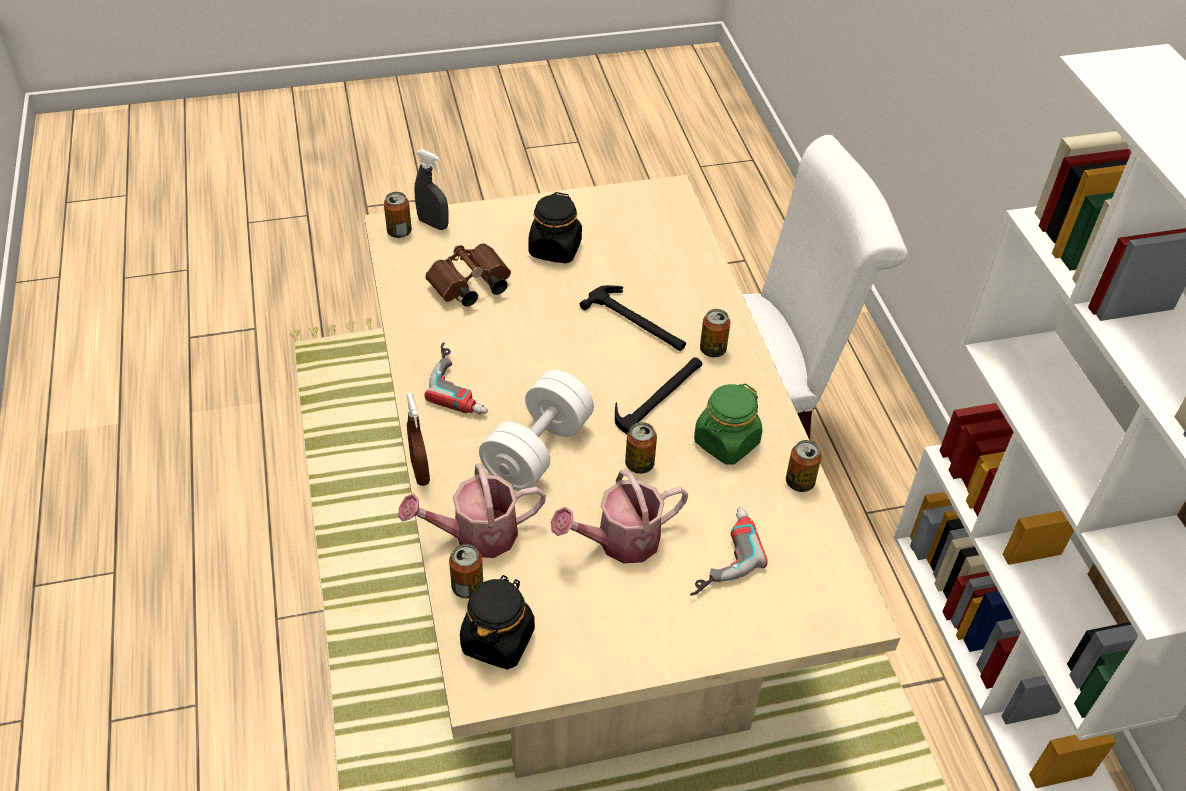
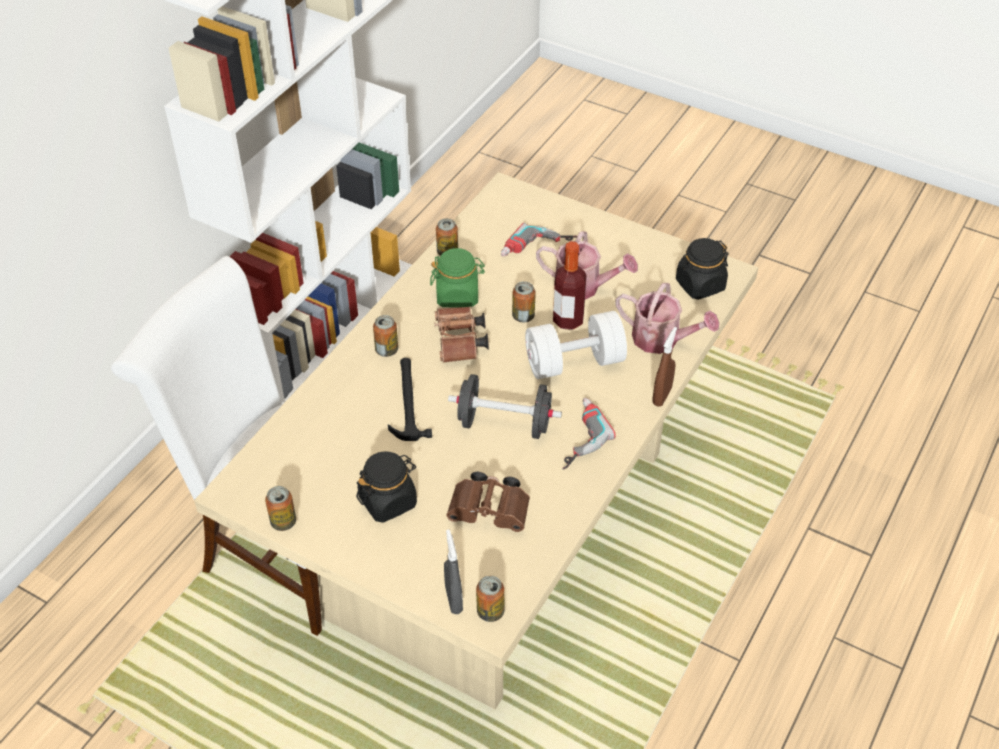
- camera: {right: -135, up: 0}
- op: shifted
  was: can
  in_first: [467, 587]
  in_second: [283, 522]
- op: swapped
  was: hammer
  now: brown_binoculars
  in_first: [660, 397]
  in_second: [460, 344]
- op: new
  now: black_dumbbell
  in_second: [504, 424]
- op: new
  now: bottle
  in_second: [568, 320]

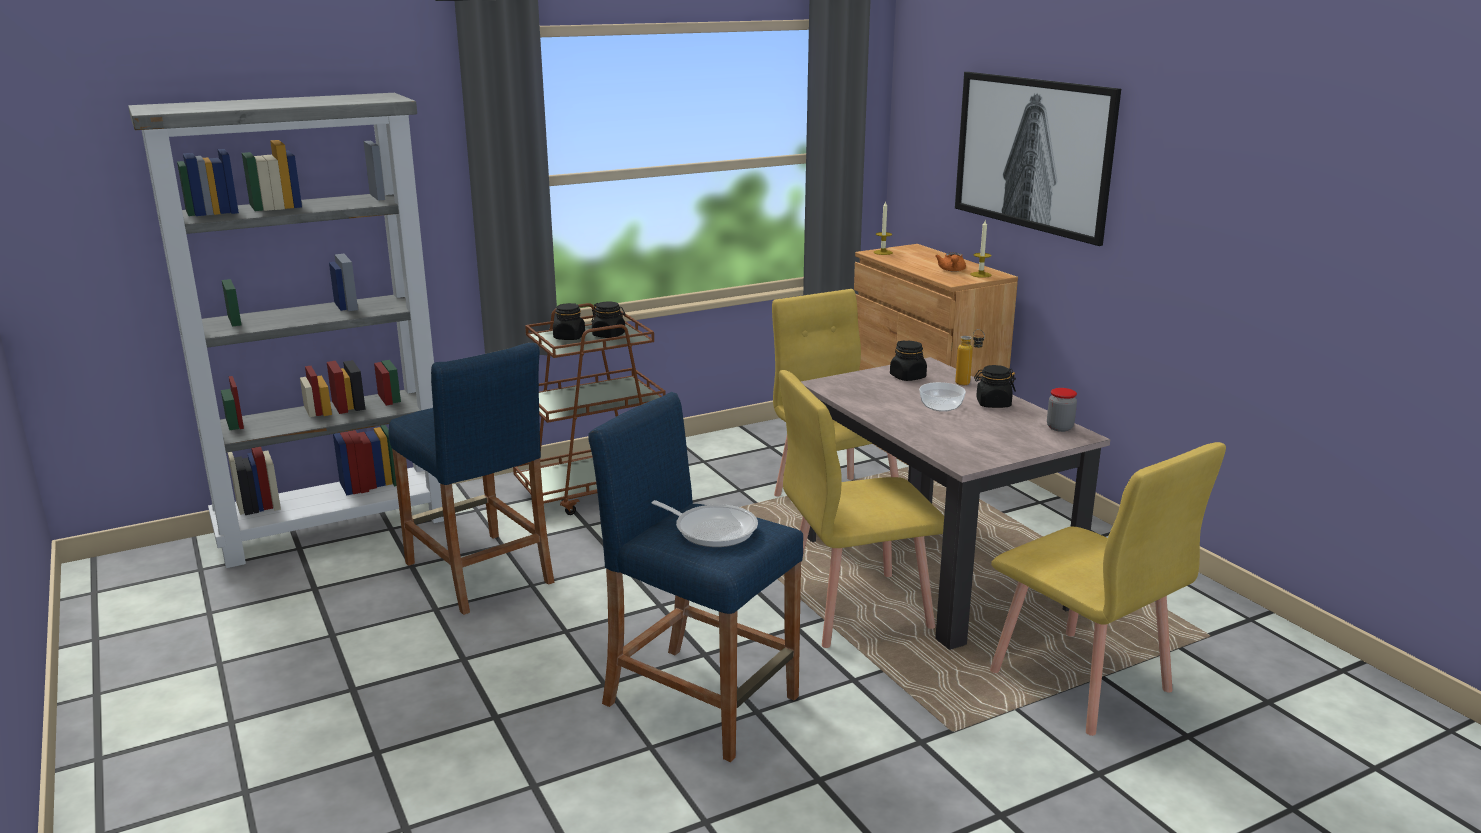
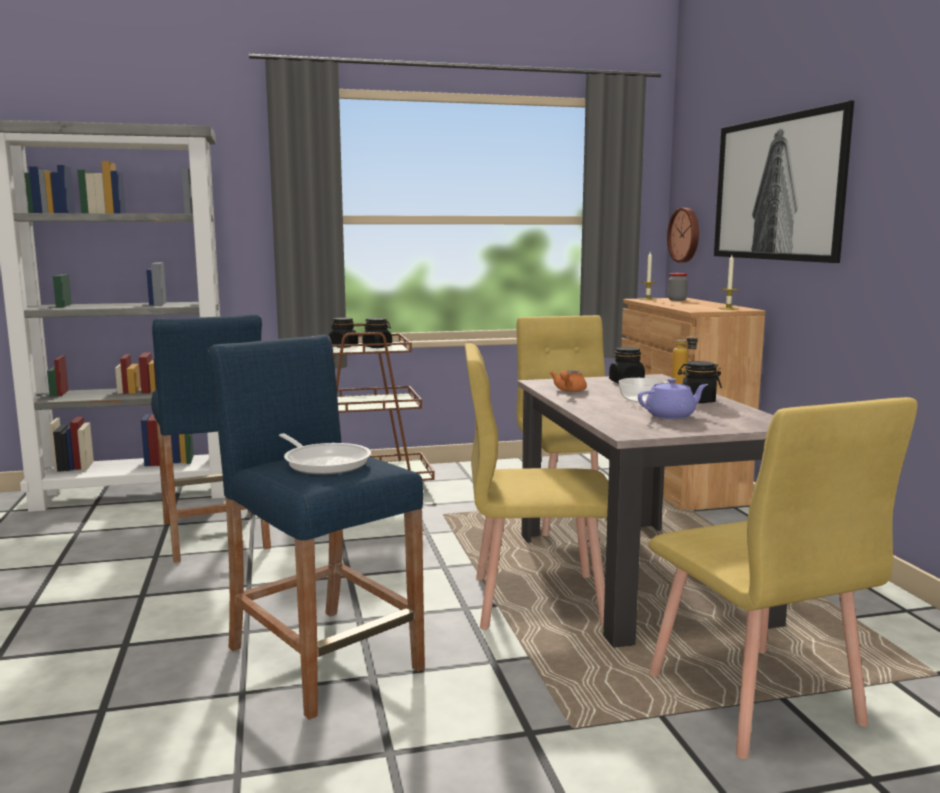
- camera: {right: 15, up: -10}
- op: shifted
  was: orange_teapot
  in_first: [952, 270]
  in_second: [569, 390]
- op: new
  now: purple_teapot
  in_second: [671, 416]
- op: new
  now: wall_clock
  in_second: [685, 235]
- op: shifted
  was: jar
  in_first: [1059, 428]
  in_second: [677, 300]

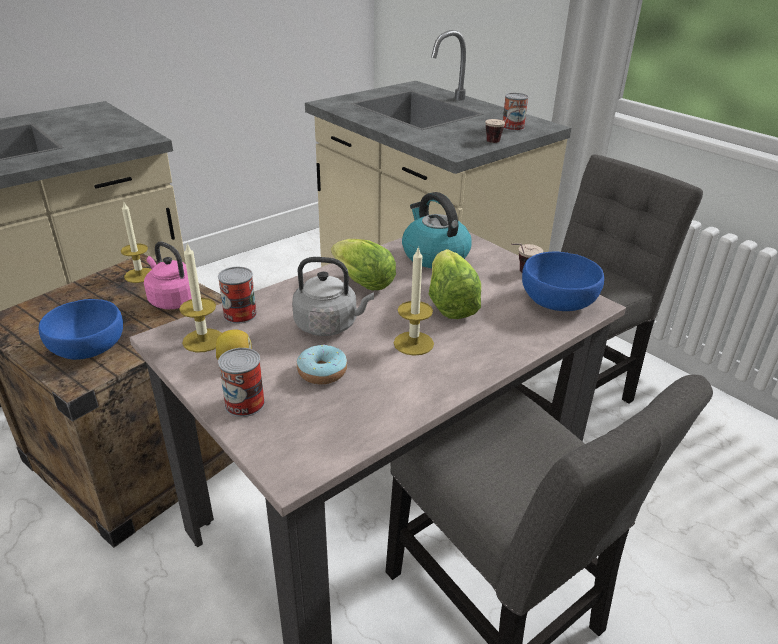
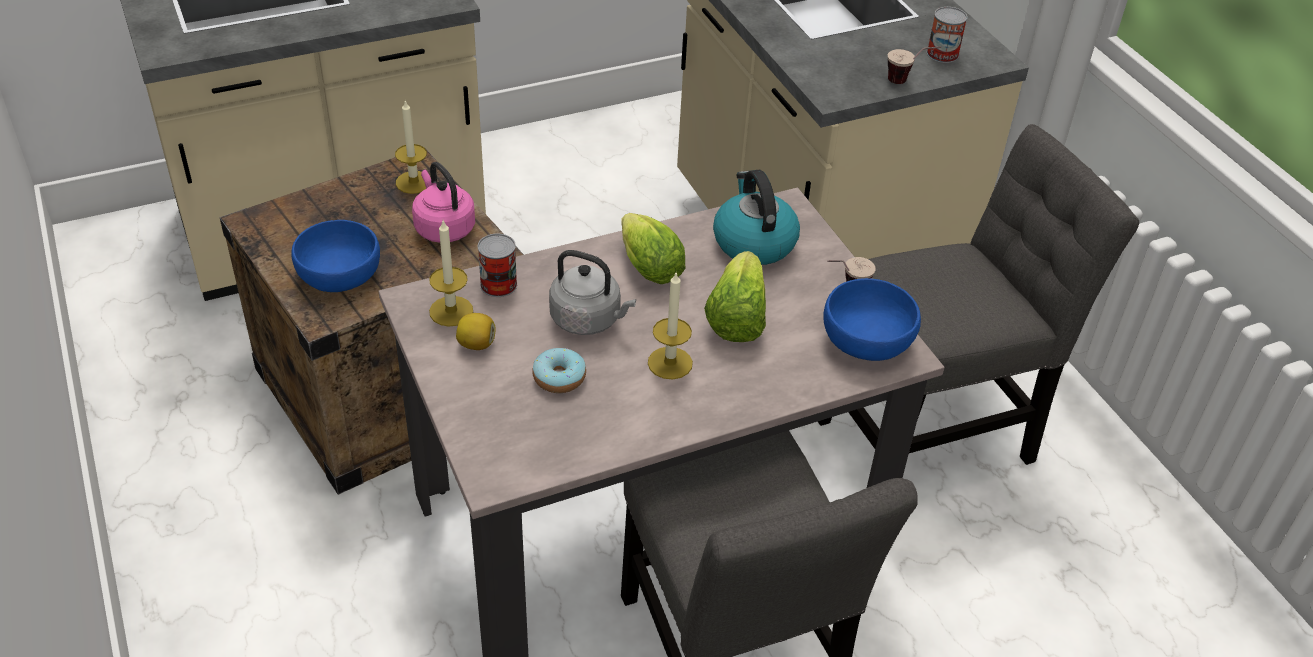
- camera: {right: 15, up: 10}
- op: gone
  was: can
  in_first: [245, 403]

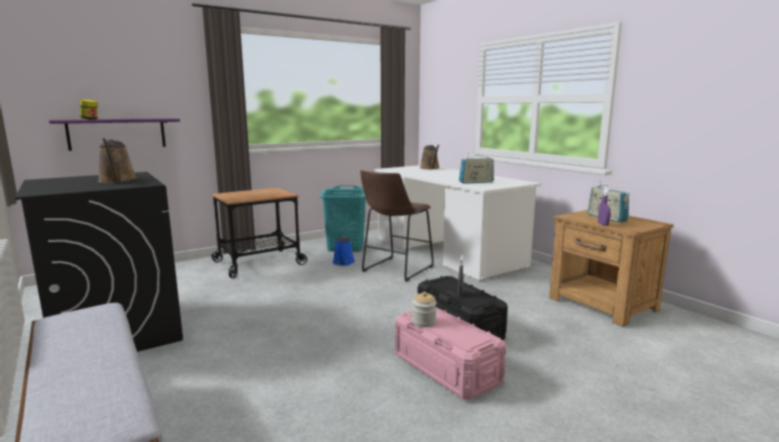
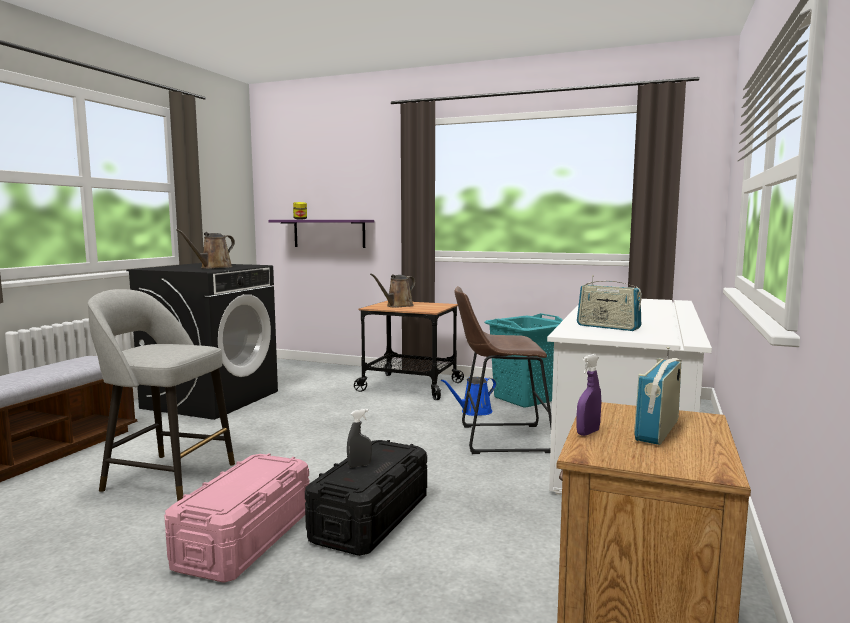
- camera: {right: 55, up: -5}
- op: new
  now: grey_stool
  in_second: [166, 476]
- op: shifted
  was: brown_watering_can
  in_first: [430, 168]
  in_second: [397, 306]
- op: gone
  was: jar
  in_first: [424, 322]

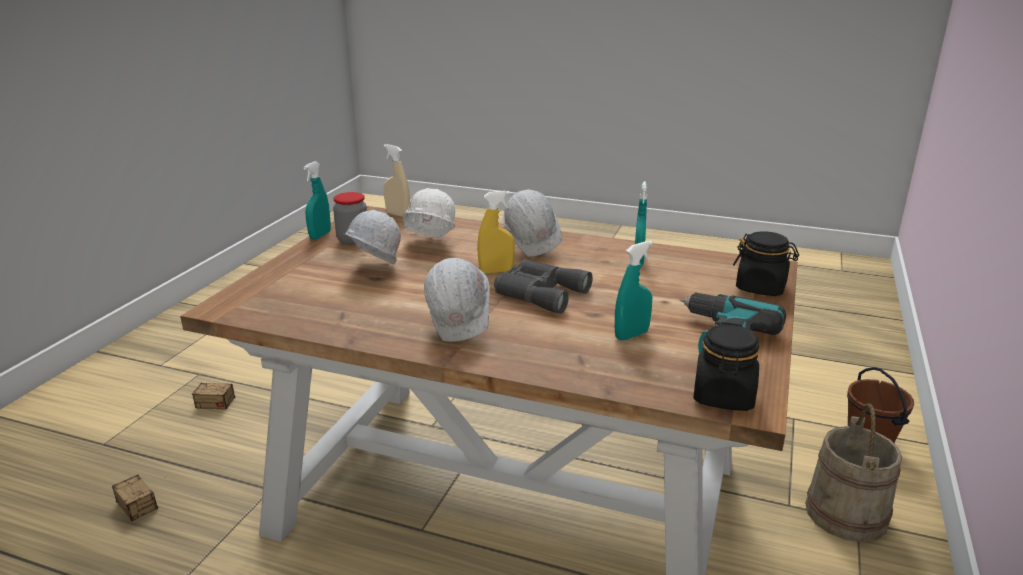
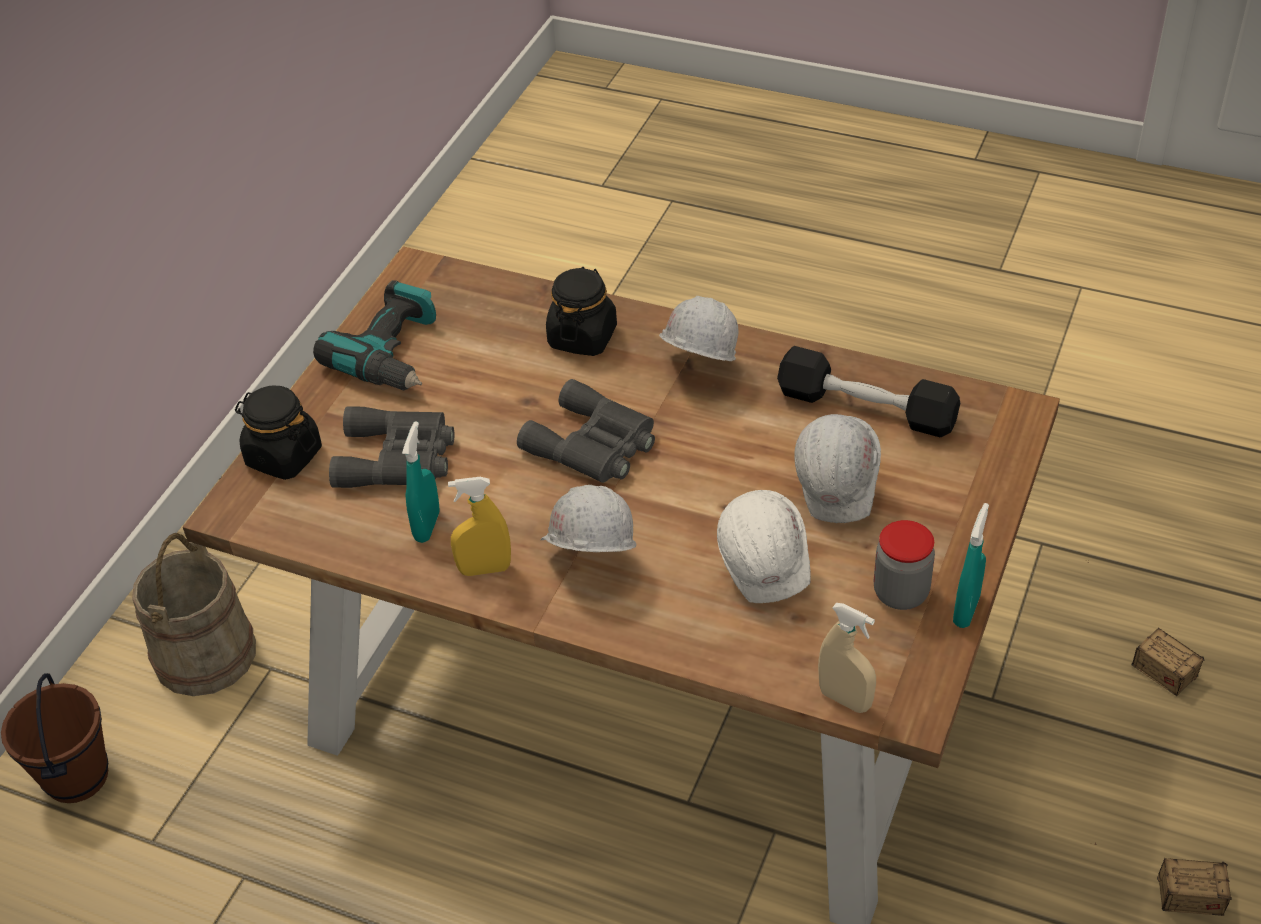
- camera: {right: -175, up: 20}
- op: new
  now: grey_binoculars
  in_second: [399, 458]
- op: shifted
  was: yellow_spray_bottle
  in_first: [496, 271]
  in_second: [484, 569]
- op: shifted
  was: black_jar
  in_first: [723, 396]
  in_second: [582, 337]
- op: new
  now: black_dumbbell
  in_second: [866, 408]
- op: gone
  was: turquoise_spray_bottle
  in_first: [631, 335]

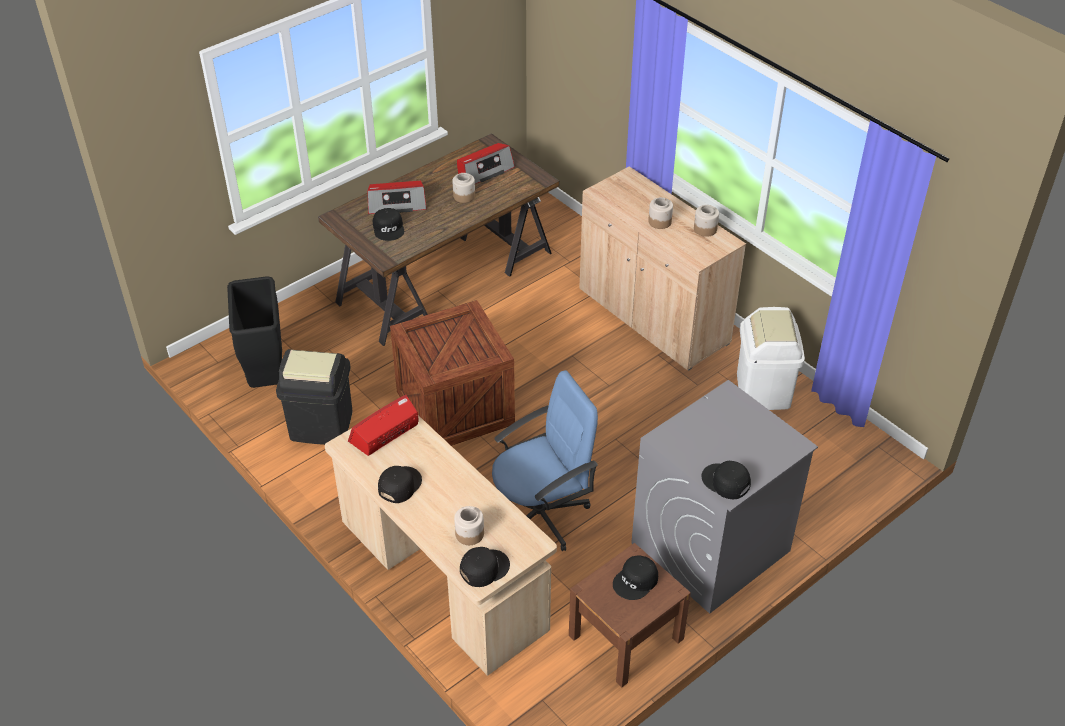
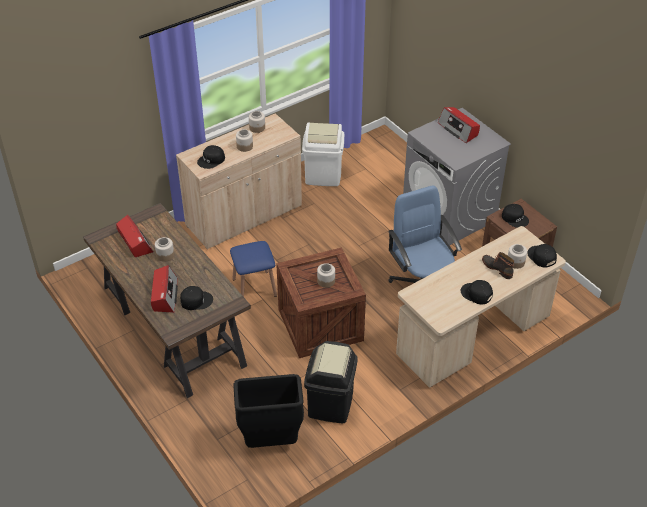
- camera: {right: -85, up: 0}
- op: shifted
  was: black_cap
  in_first: [725, 482]
  in_second: [211, 160]
- op: new
  now: blue_stool
  in_second: [254, 287]
- op: new
  now: jar
  in_second: [326, 281]
- op: shifted
  was: radio
  in_first: [385, 433]
  in_second: [458, 129]
- op: new
  now: boot
  in_second: [497, 268]

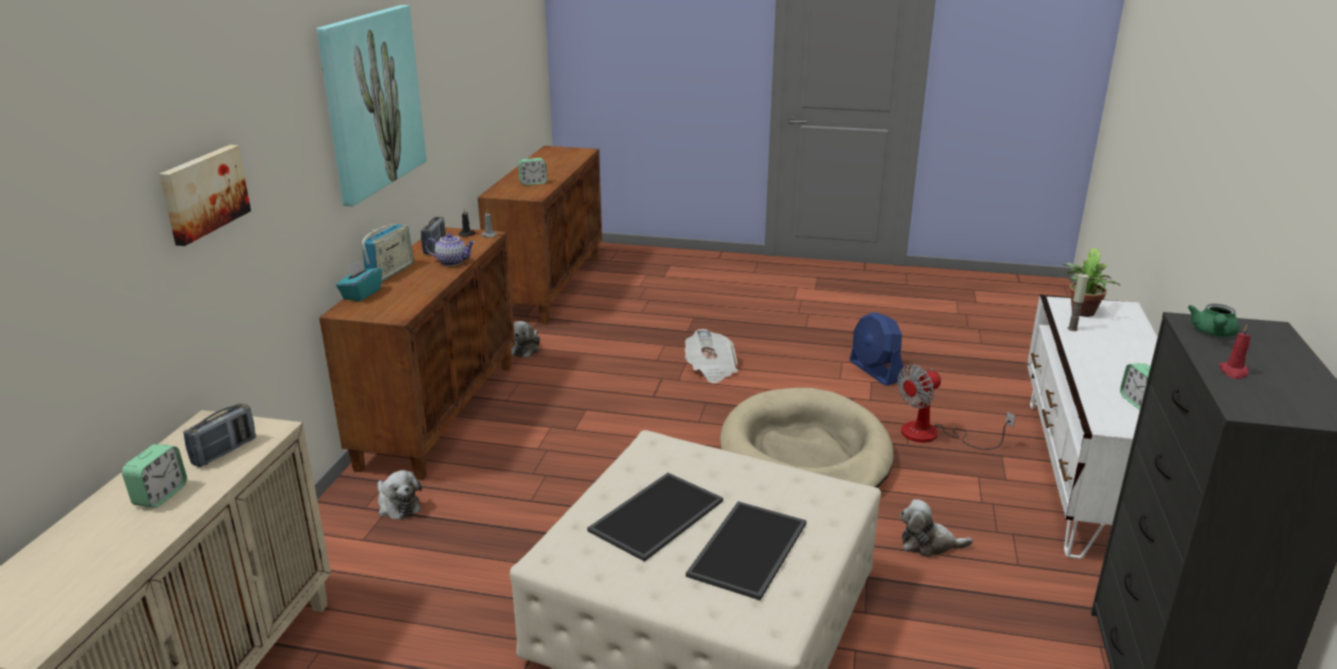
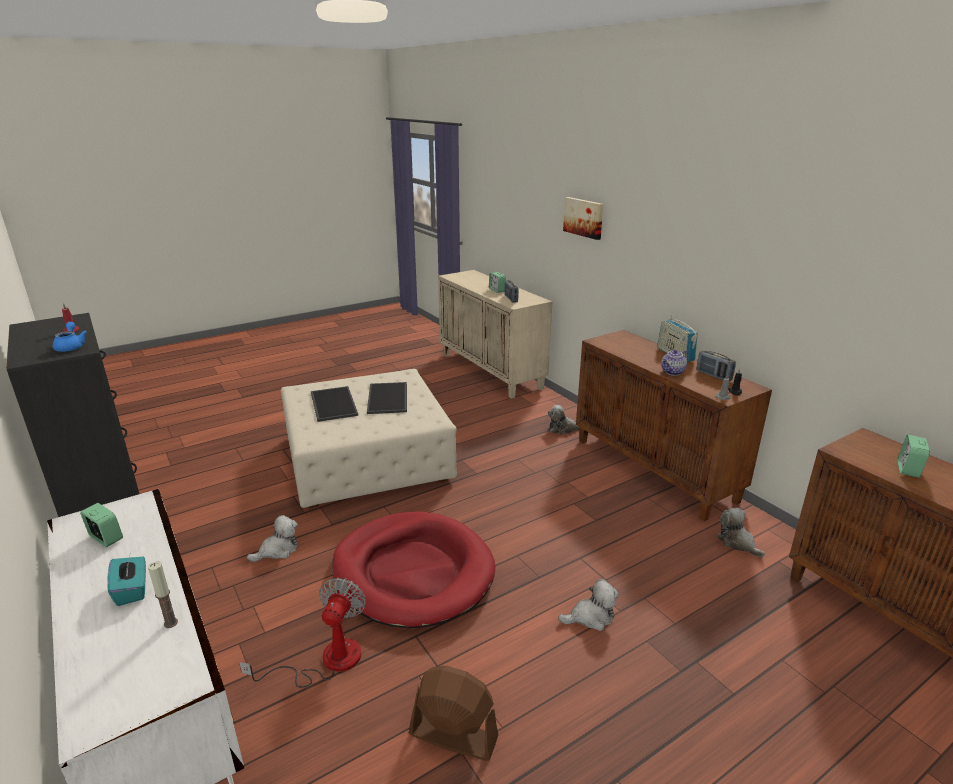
- camera: {right: 135, up: 0}
- op: repainted
  was: green_teapot
  now: blue_teapot
  in_first: [1213, 333]
  in_second: [71, 346]
- op: shifted
  was: turquoise_tissue_box
  in_first: [361, 294]
  in_second: [132, 590]
- op: repainted
  was: beige_dog_bed
  now: red_dog_bed
  in_first: [805, 454]
  in_second: [413, 572]
- op: repainted
  was: blue_fan
  now: brown_fan
  in_first: [875, 371]
  in_second: [453, 735]
- op: swapped
  was: newspaper
  now: plush_toy
  in_first: [711, 369]
  in_second: [590, 617]
- op: gone
  was: picture
  in_first: [371, 101]
- op: gone
  was: potted_plant
  in_first: [1082, 313]

